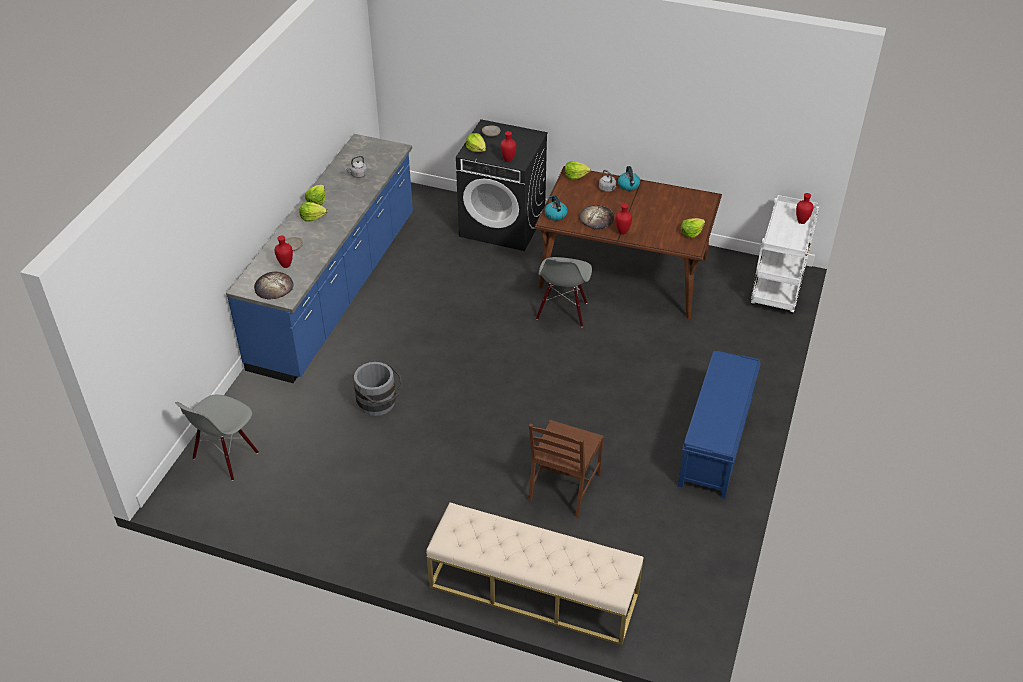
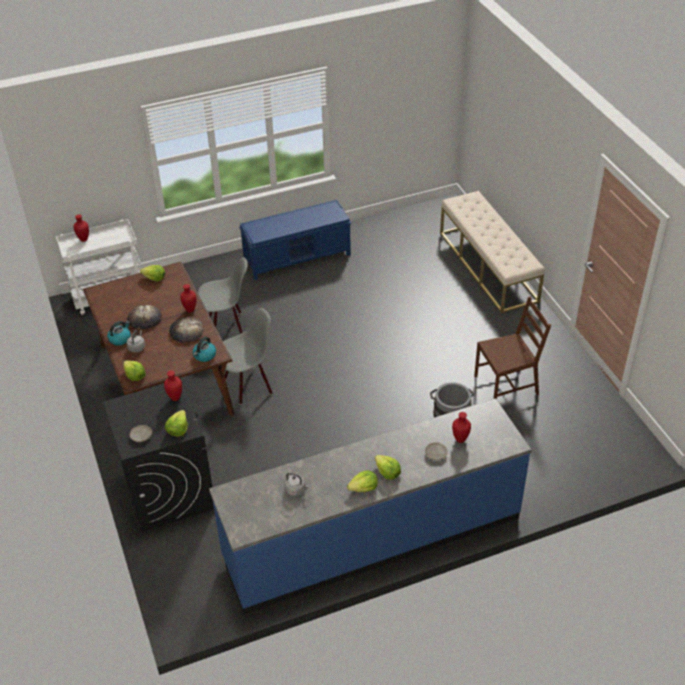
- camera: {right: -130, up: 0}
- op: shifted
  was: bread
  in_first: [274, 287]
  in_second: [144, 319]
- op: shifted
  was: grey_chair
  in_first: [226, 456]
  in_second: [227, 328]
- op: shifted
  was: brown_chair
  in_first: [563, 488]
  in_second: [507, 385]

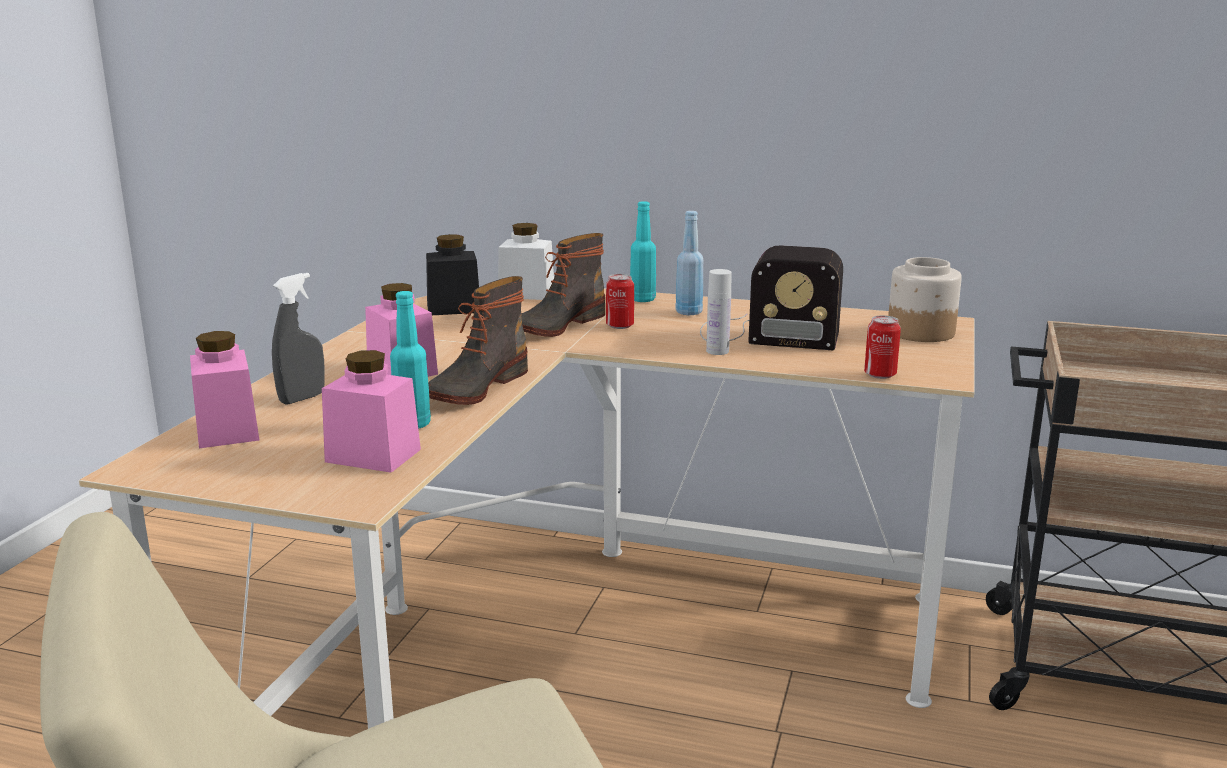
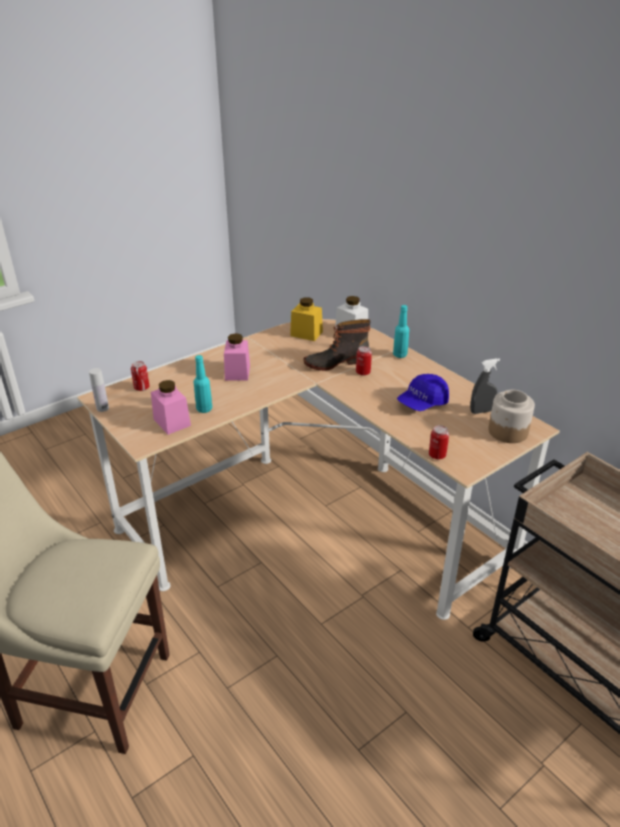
- camera: {right: 35, up: 15}
- op: shifted
  was: white_bottle
  in_first: [717, 351]
  in_second: [102, 408]
- op: swapped
  was: pink_jar
  now: can
  in_first: [227, 431]
  in_second: [141, 388]
- op: repainted
  was: black_jar
  now: yellow_jar
  in_first: [453, 308]
  in_second: [306, 334]
- op: swapped
  was: radio
  now: blue_cap
  in_first: [763, 334]
  in_second: [422, 403]
- op: shifted
  was: grey_spray_bottle
  in_first: [302, 398]
  in_second: [481, 411]
- op: gone
  was: boot
  in_first: [474, 387]
- op: gone
  was: blue_bottle
  in_first: [689, 312]

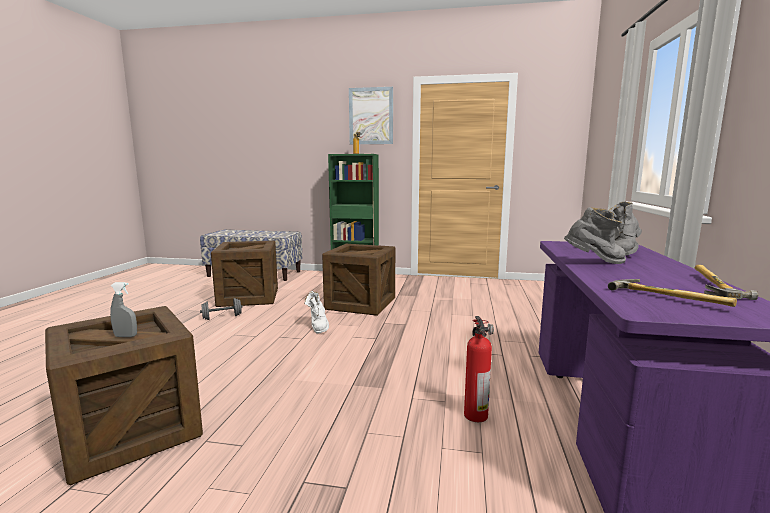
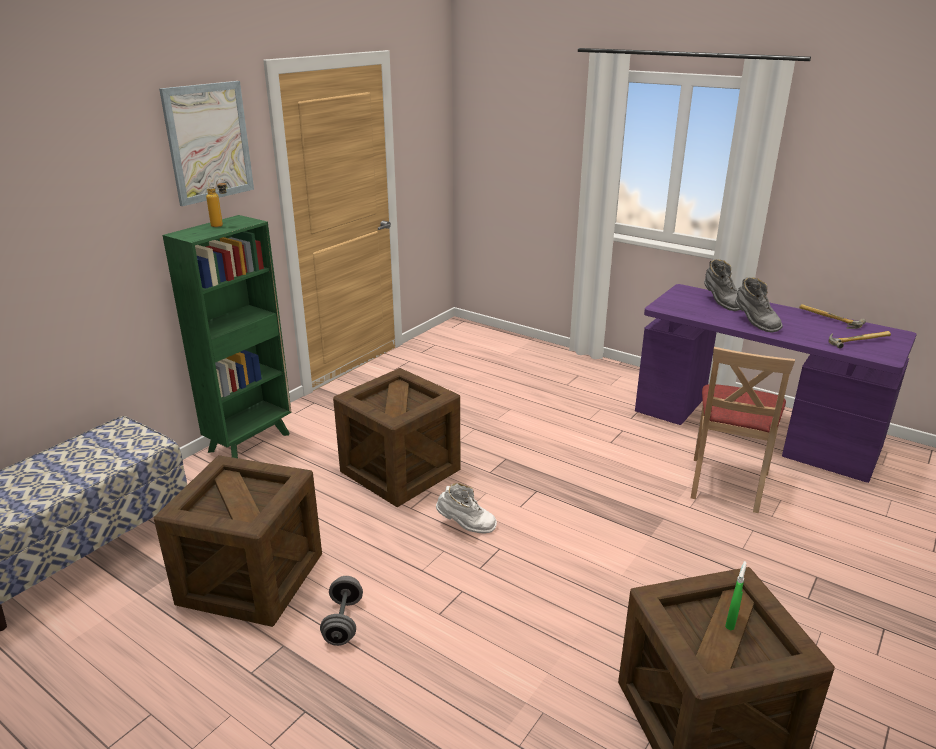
- camera: {right: -65, up: 15}
- op: swapped
  was: fire_extinguisher
  now: beige_chair
  in_first: [475, 414]
  in_second: [727, 484]
- op: repainted
  was: grey_spray_bottle
  now: green_spray_bottle
  in_first: [125, 336]
  in_second: [731, 622]
- op: rotated
  was: grey_boot
  in_first: [595, 263]
  in_second: [754, 324]
  clockwise: 135

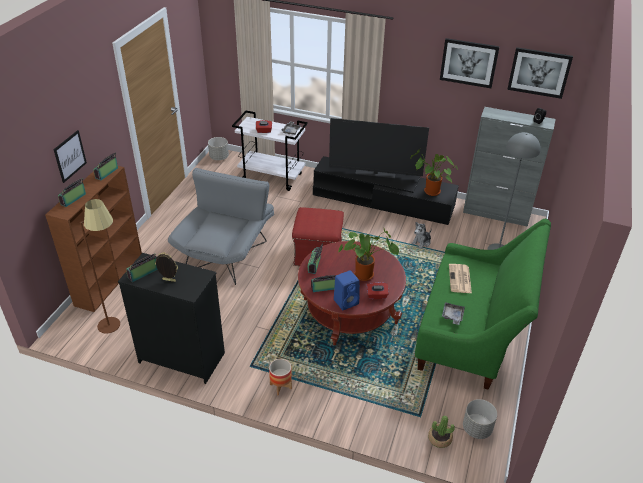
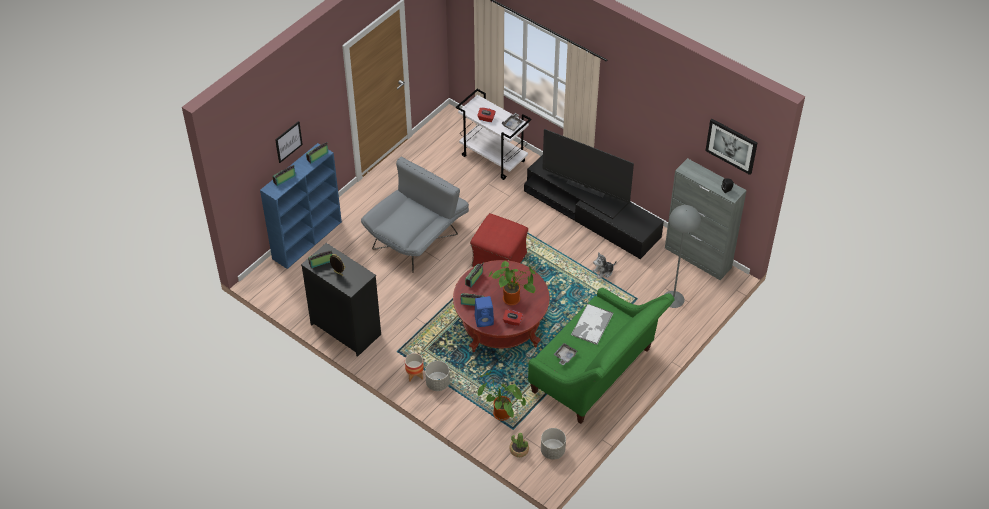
- camera: {right: 20, up: 10}
- op: repainted
  was: brown_bookcase
  now: blue_bookcase
  in_first: [109, 279]
  in_second: [307, 239]
- op: shifted
  was: grey_planter
  in_first: [219, 157]
  in_second: [438, 383]
- op: shifted
  was: potted_plant
  in_first: [430, 192]
  in_second: [499, 414]
- op: swapped
  was: newspaper
  now: tray
  in_first: [460, 279]
  in_second: [592, 325]
- op: gone
  was: brown_floor_lamp
  in_first: [118, 327]
- op: gone
  was: picture
  in_first: [469, 62]

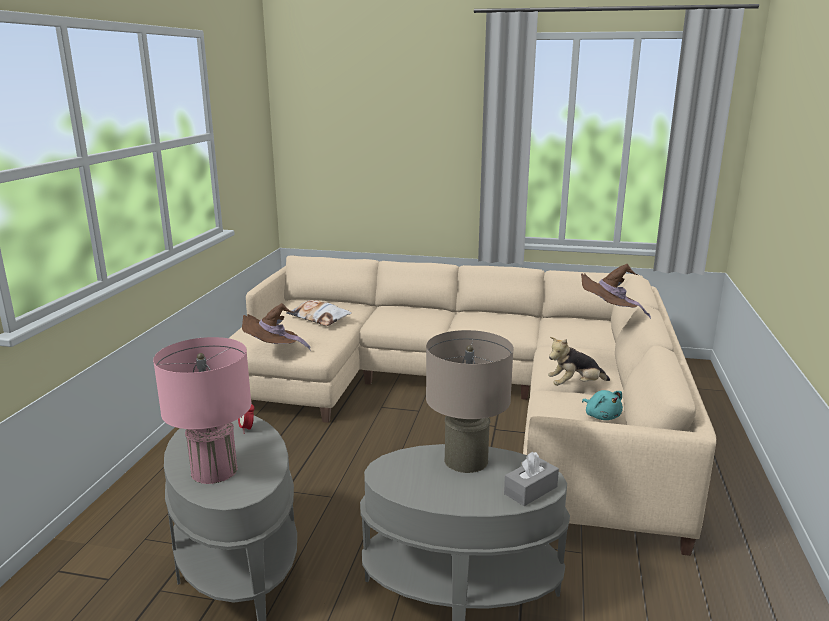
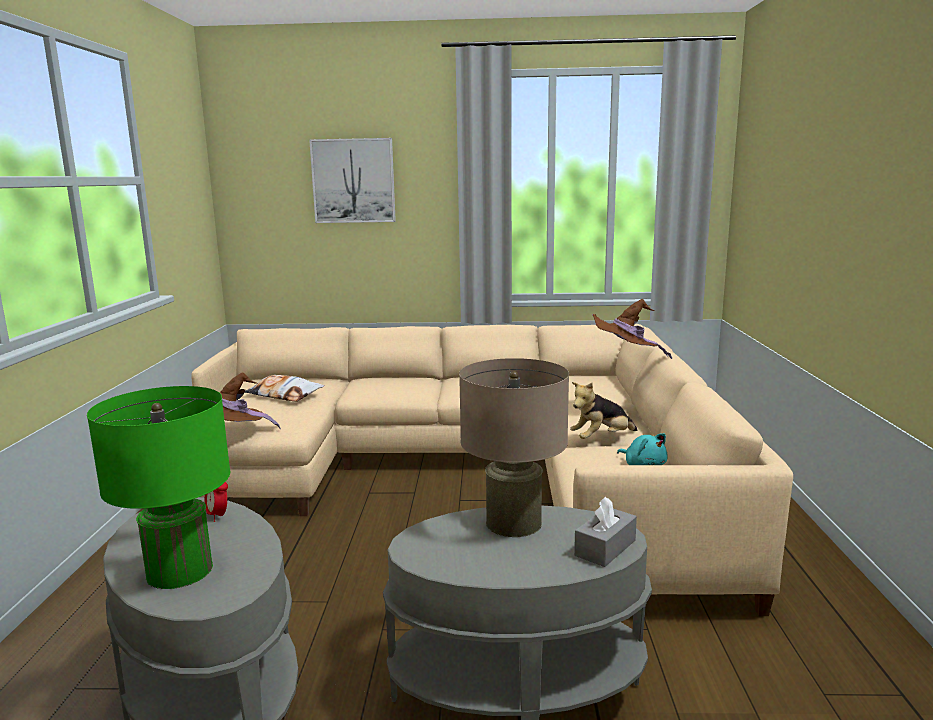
- camera: {right: -10, up: -5}
- op: repainted
  was: pink_table_lamp
  now: green_table_lamp
  in_first: [214, 470]
  in_second: [179, 571]
- op: new
  now: picture
  in_second: [353, 181]

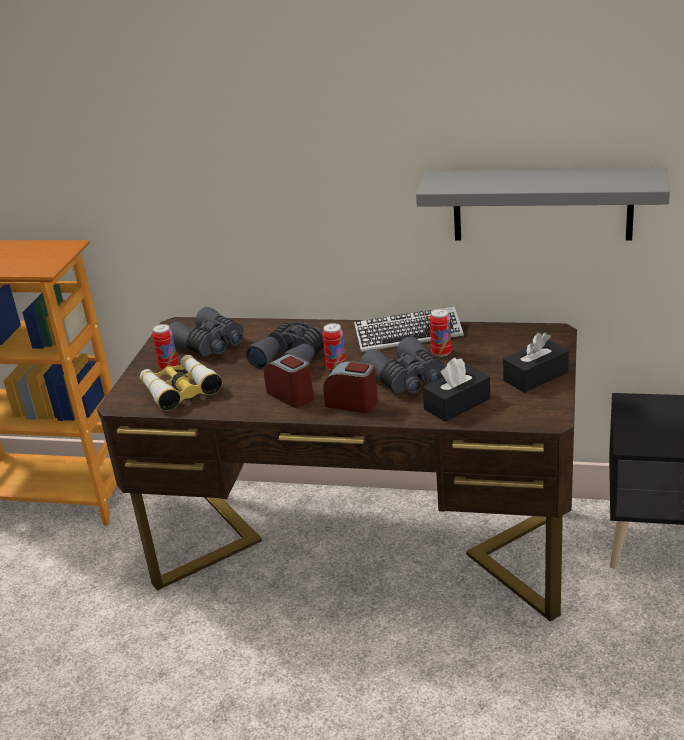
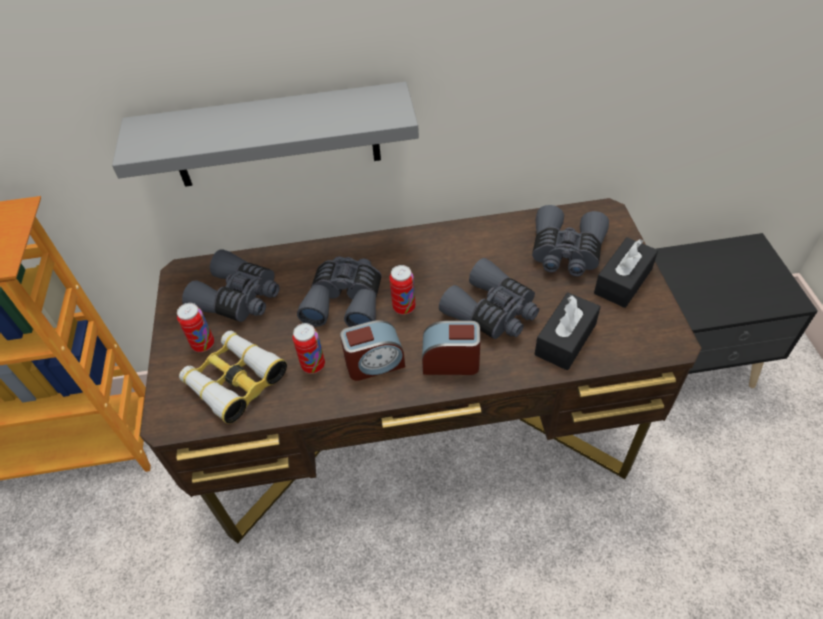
- camera: {right: -20, up: 20}
- op: shifted
  was: grey_shelf
  in_first: [542, 204]
  in_second: [275, 137]
- op: shifted
  was: can
  in_first: [441, 353]
  in_second: [313, 365]
- op: rotated
  was: alarm_clock
  in_first: [291, 395]
  in_second: [374, 363]
  clockwise: 135
- op: new
  now: grey_binoculars
  in_second: [566, 252]
- op: gone
  was: keyboard
  in_first: [408, 335]

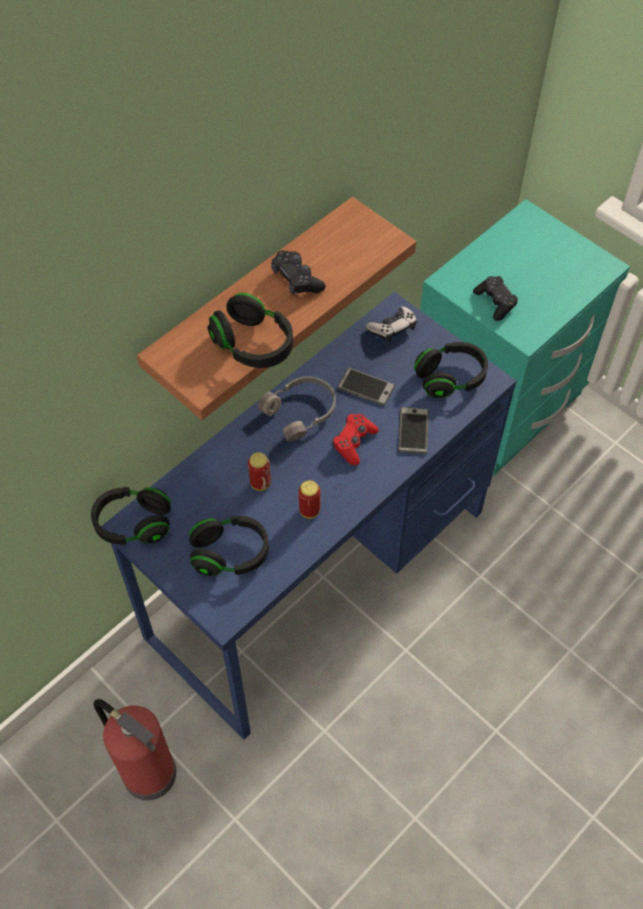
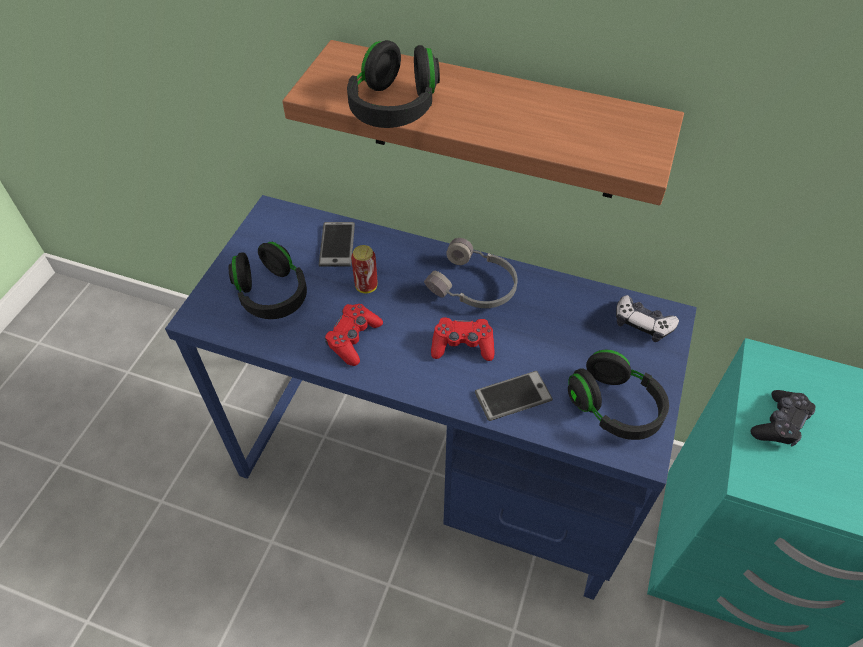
- camera: {right: 65, up: -5}
- op: shifted
  was: phone
  in_first: [366, 387]
  in_second: [337, 245]
- op: swapped
  was: can
  now: red_game_controller
  in_first: [309, 510]
  in_second: [353, 339]
- op: gone
  was: black_headphones
  in_first: [133, 524]
- op: gone
  was: fire_extinguisher
  in_first: [147, 771]
- op: gone
  was: black_game_controller
  in_first: [296, 279]

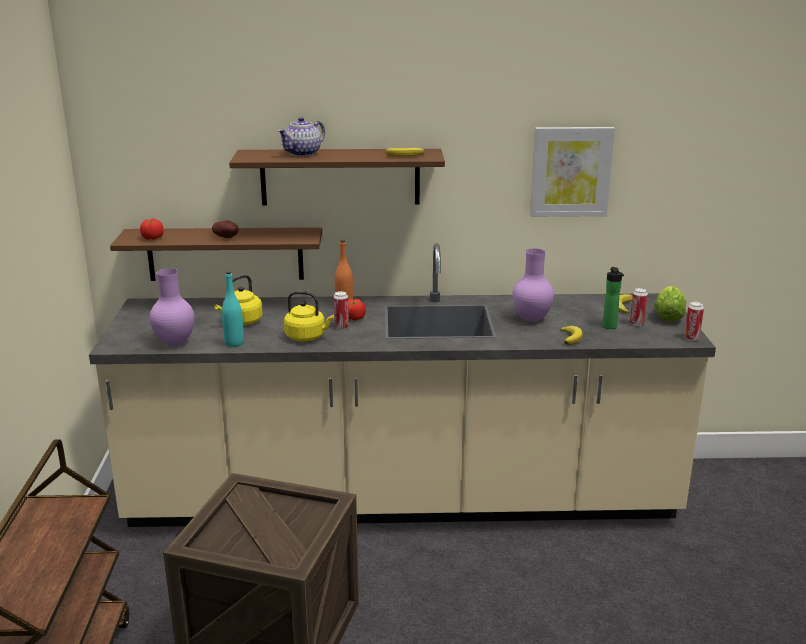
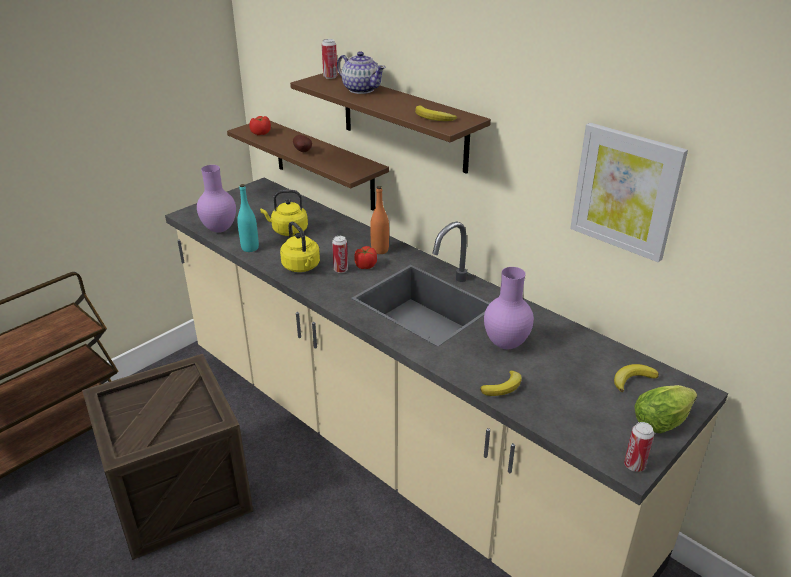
- camera: {right: 45, up: 10}
- op: shifted
  was: can
  in_first: [637, 323]
  in_second: [330, 77]
- op: rotated
  was: teapot
  in_first: [303, 153]
  in_second: [361, 89]
  clockwise: -135
- op: gone
  was: bottle
  in_first: [610, 327]

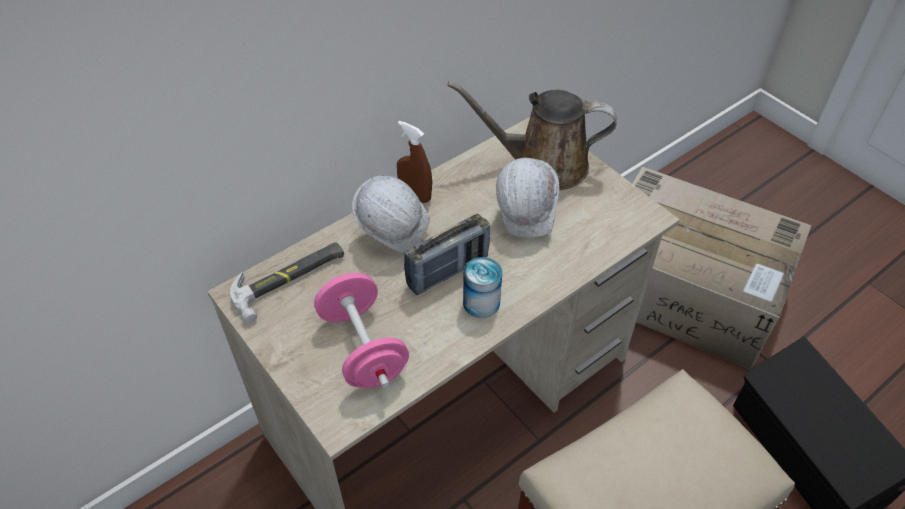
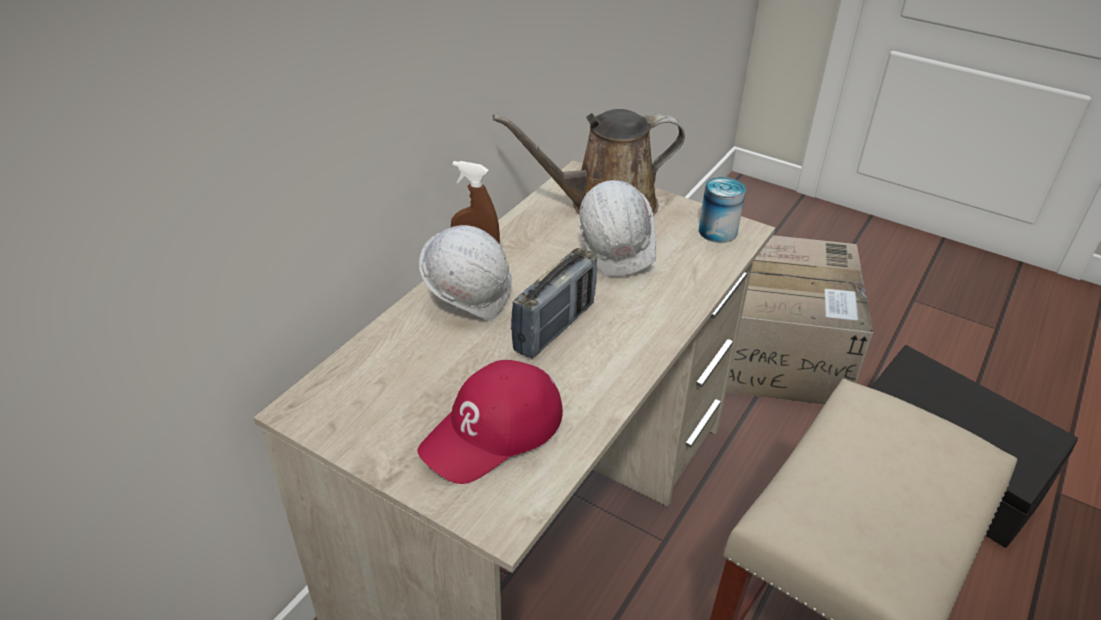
- camera: {right: -20, up: -10}
- op: swapped
  was: pink_dumbbell
  now: red_cap
  in_first: [363, 347]
  in_second: [493, 430]
- op: shifted
  was: can
  in_first: [481, 302]
  in_second: [717, 231]
- op: gone
  was: hammer
  in_first: [290, 280]

